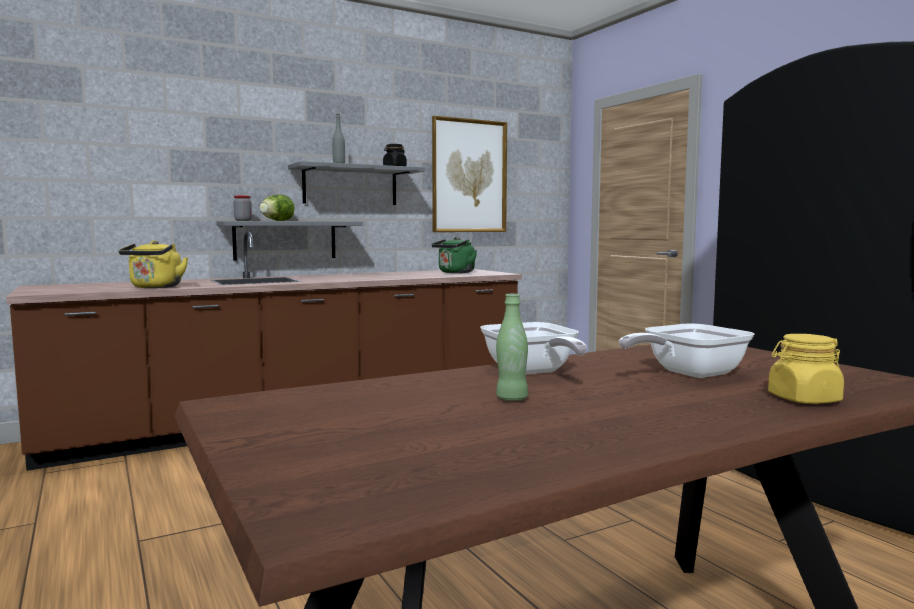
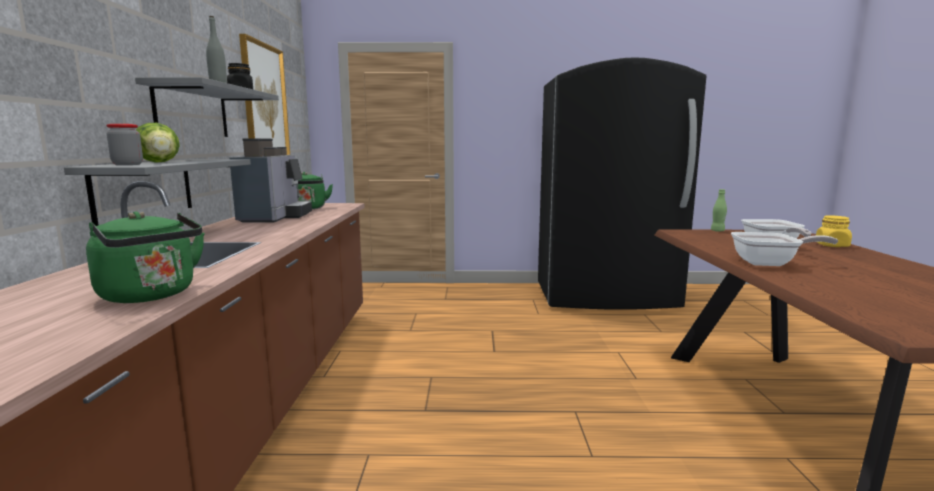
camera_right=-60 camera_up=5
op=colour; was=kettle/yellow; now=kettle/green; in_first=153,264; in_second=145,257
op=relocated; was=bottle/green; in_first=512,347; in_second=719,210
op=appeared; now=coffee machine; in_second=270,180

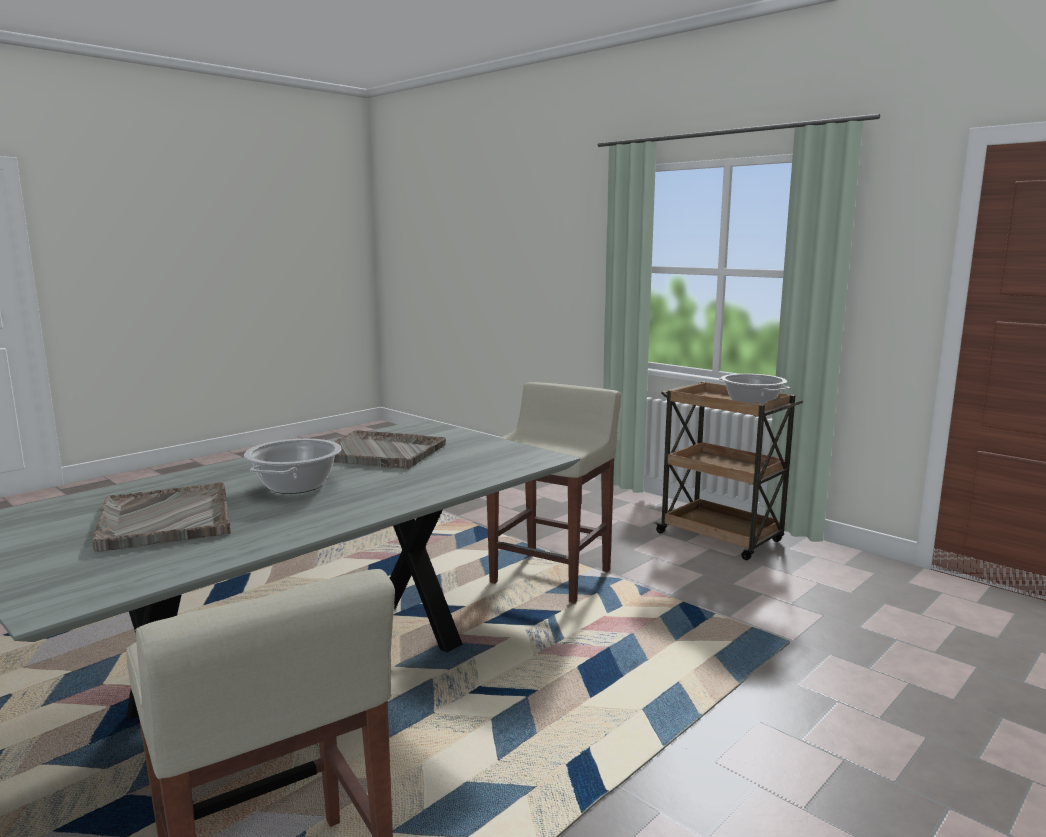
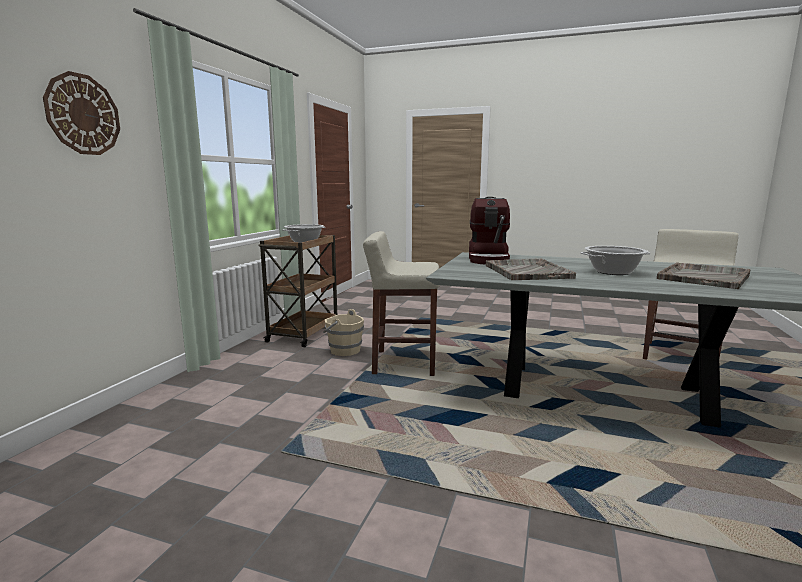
camera_right=-115 camera_up=0
op=appeared; now=wall clock; in_second=81,113
op=appeared; now=coffee machine; in_second=489,231
op=appeared; now=bucket/beige; in_second=343,332

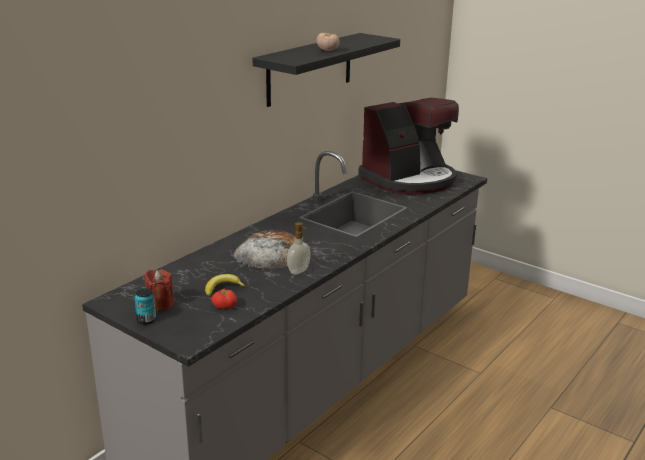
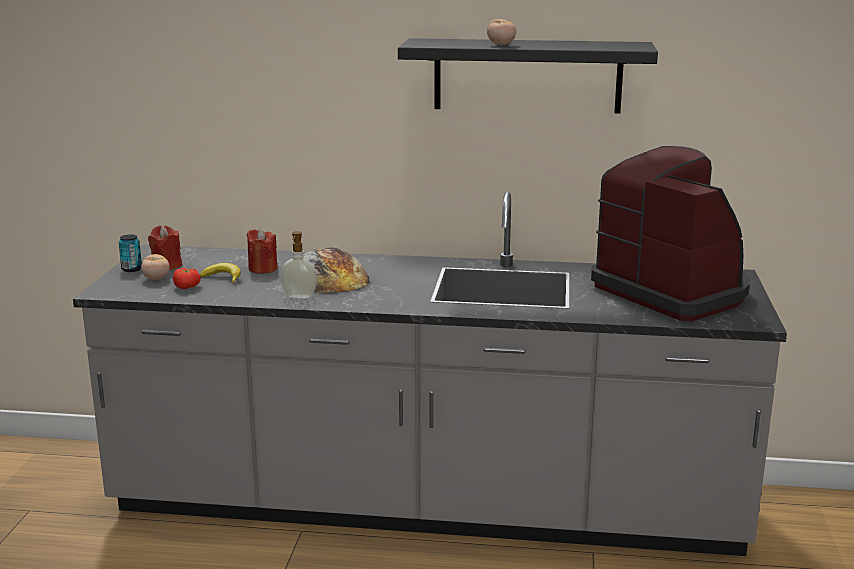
camera_right=60 camera_up=-5
op=spun; was=coffee machine; in_first=408,146; in_second=670,233; clockwise=-150
op=appeared; now=candle/red; in_second=262,251
op=appeared; now=tomato; in_second=155,267

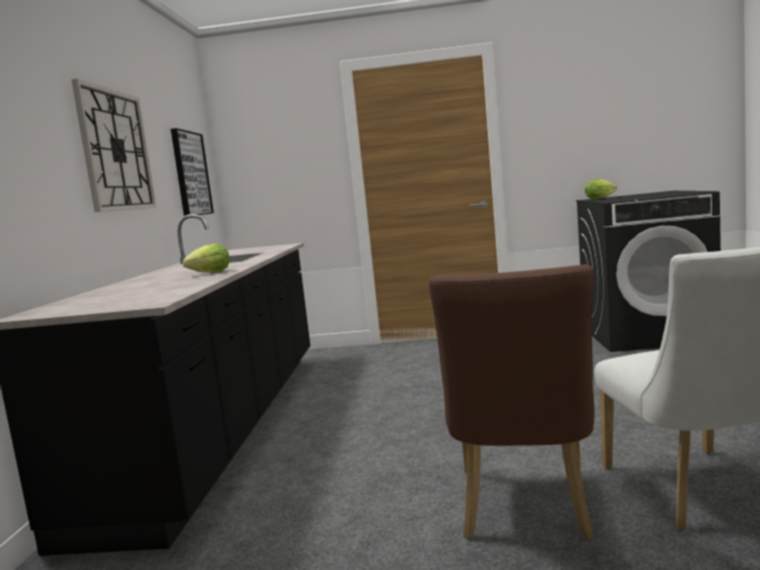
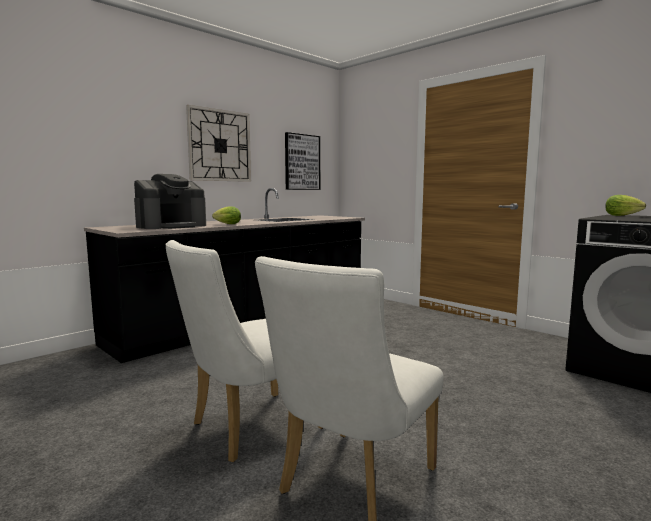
camera_right=40 camera_up=0
op=colour; was=chair/brown; now=chair/white; in_first=512,403; in_second=244,351
op=appeared; now=coffee machine; in_second=170,201

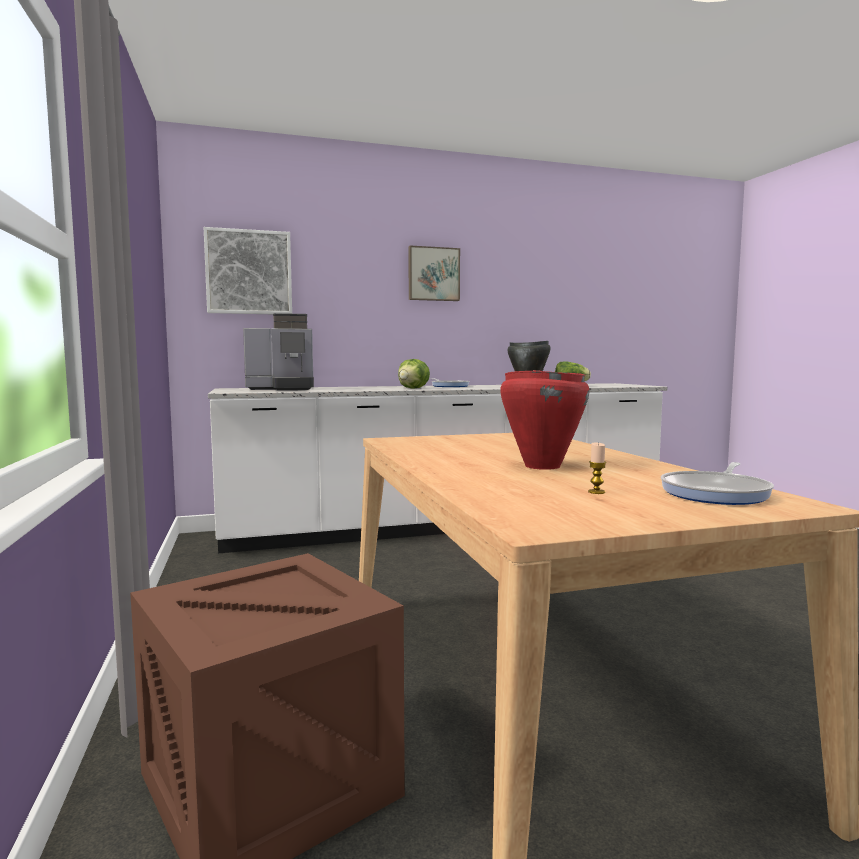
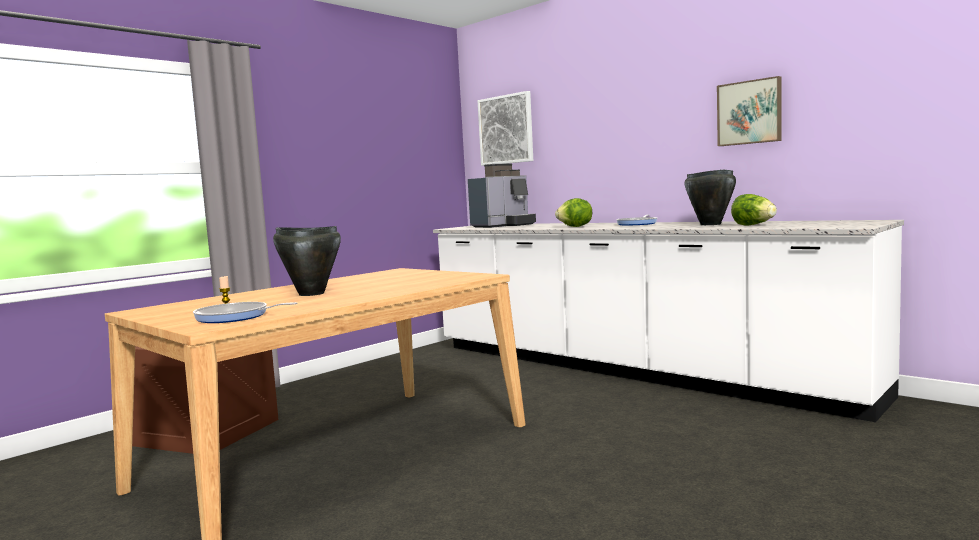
camera_right=60 camera_up=0
op=relocated; was=picture; in_first=434,273; in_second=749,111
op=spun; was=coffee machine; in_first=278,351; in_second=502,196; clockwise=-90
op=colour; was=cooking pot/red; now=cooking pot/black; in_first=544,420; in_second=307,261

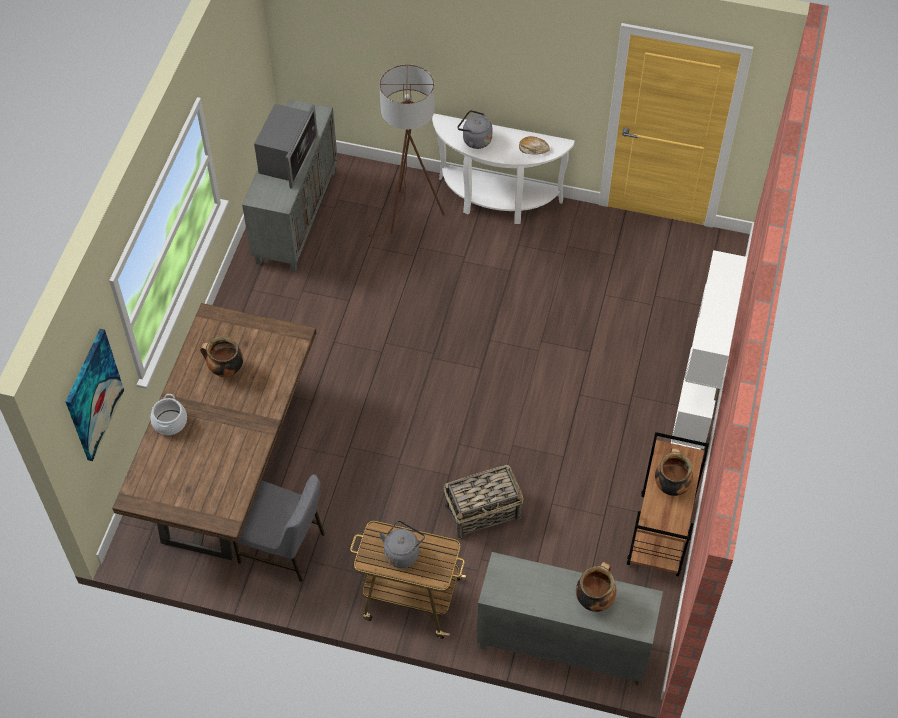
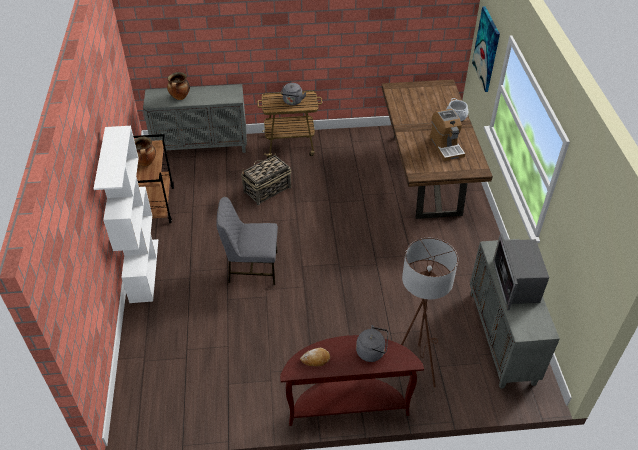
camera_right=160 camera_up=-10
op=colour; was=console table/white; now=console table/brown; in_first=503,169; in_second=352,380
op=exchanged; was=cooking pot; now=coffee machine; in_first=221,356; in_second=447,135
op=relocated; was=chair/grey; in_first=279,528; in_second=247,241

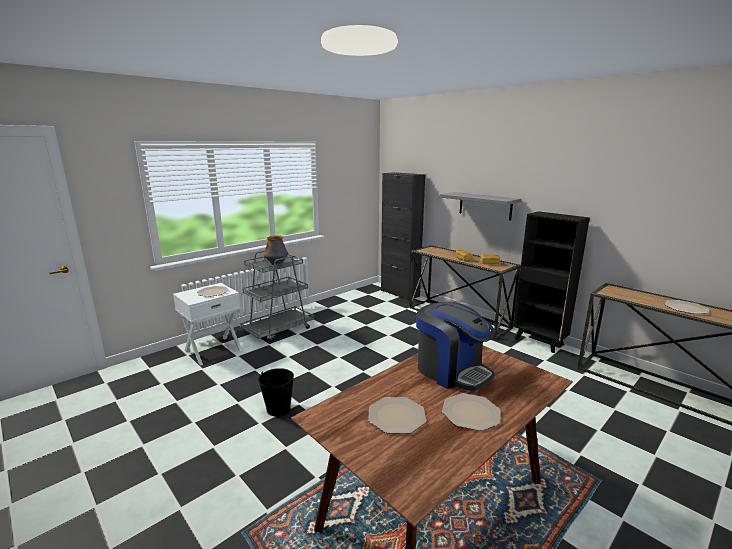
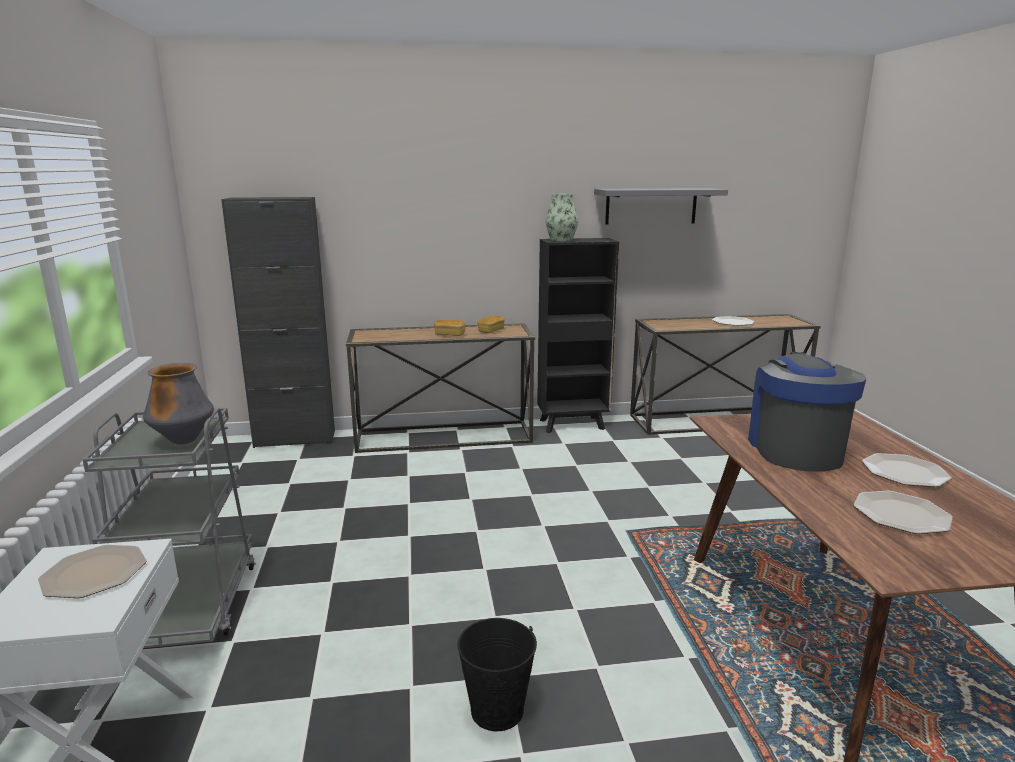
camera_right=-55 camera_up=0
op=relocated; was=shelf/grey; in_first=480,206; in_second=661,206
op=spun; was=coffee machine; in_first=455,346; in_second=807,412; clockwise=-75
op=appeared; now=vase; in_second=562,217

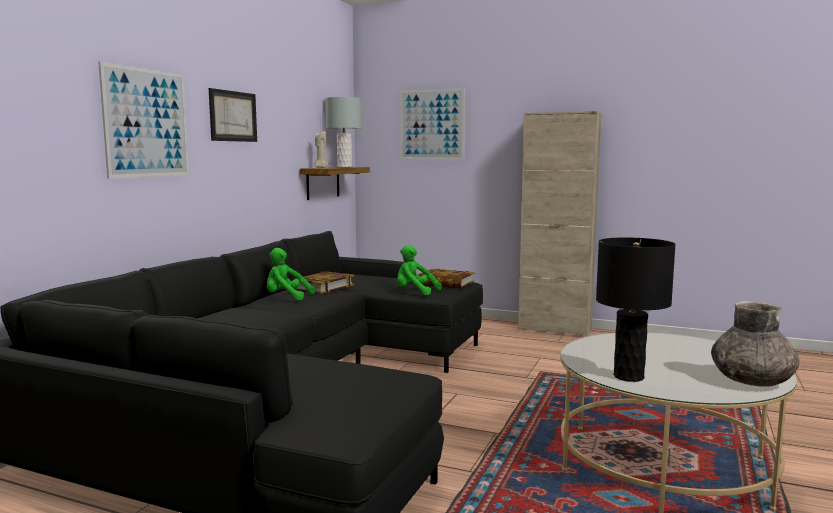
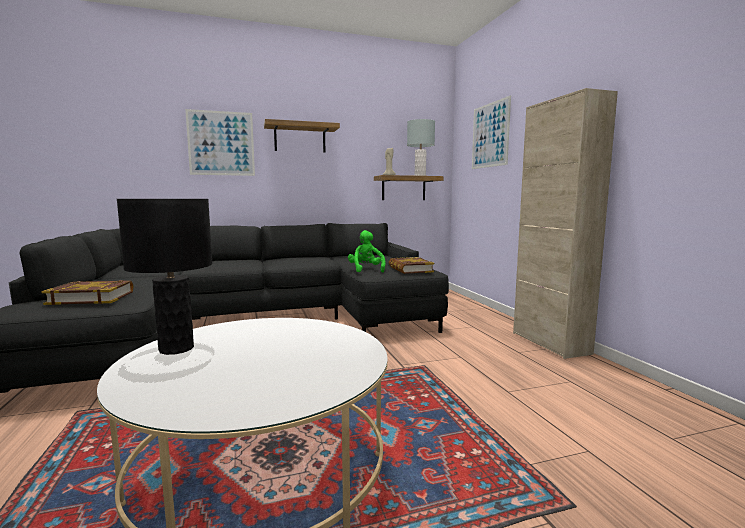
camera_right=50 camera_up=0
op=exchanged; was=picture; now=shelf; in_first=233,115; in_second=302,136
op=missing; was=plush toy/green; in_first=291,274
op=relocated; was=book; in_first=323,282; in_second=87,292
op=missing; was=vase/grey; in_first=755,344

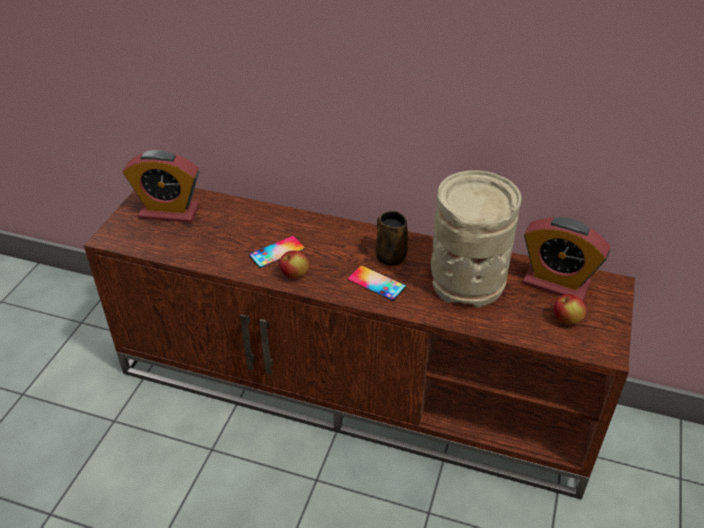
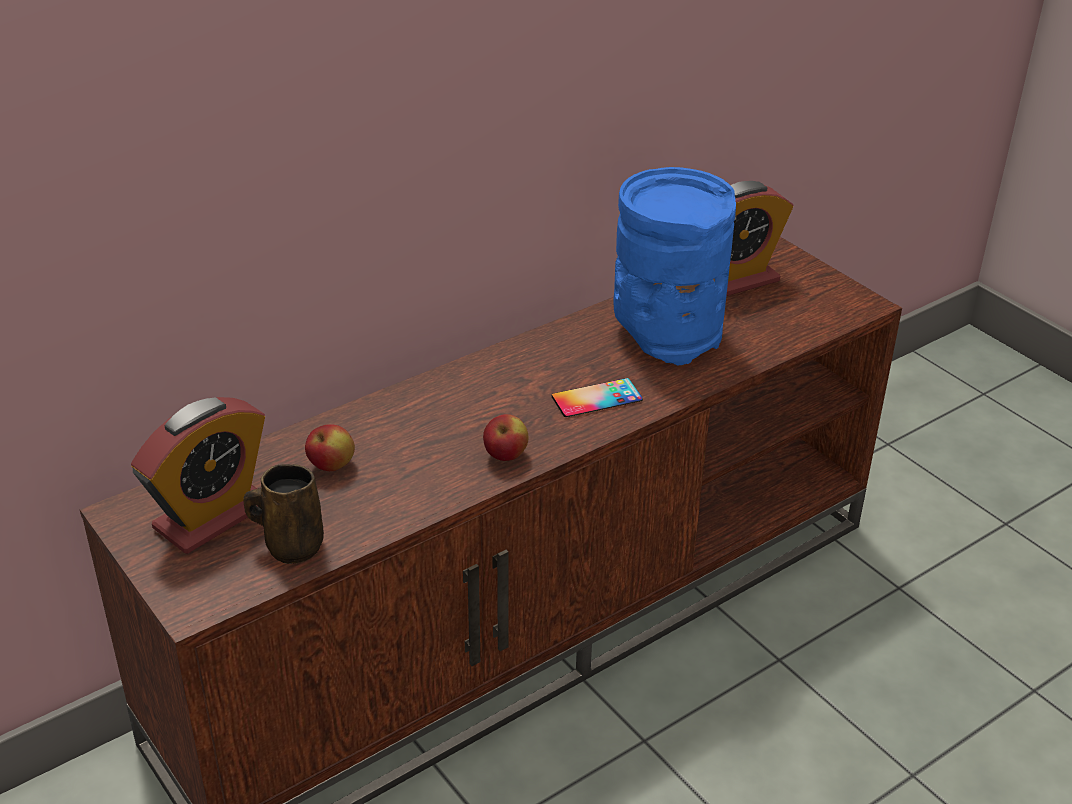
camera_right=-55 camera_up=-5
op=colour; was=vase/beige; now=vase/blue; in_first=476,239; in_second=675,266
op=relocated; was=mug/brown; in_first=391,238; in_second=283,514
op=missing; was=phone; in_first=277,252
op=relocated; was=apple; in_first=570,309; in_second=330,447

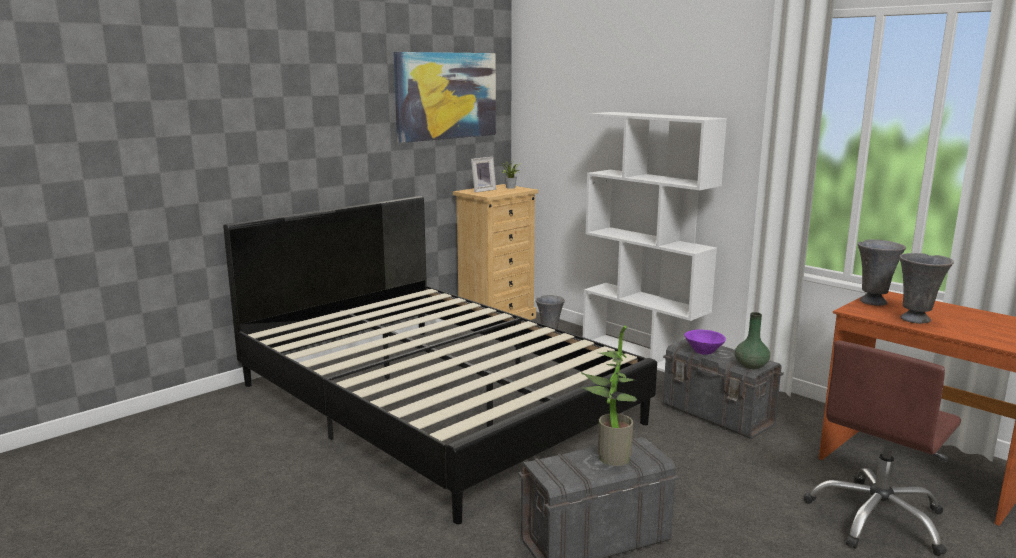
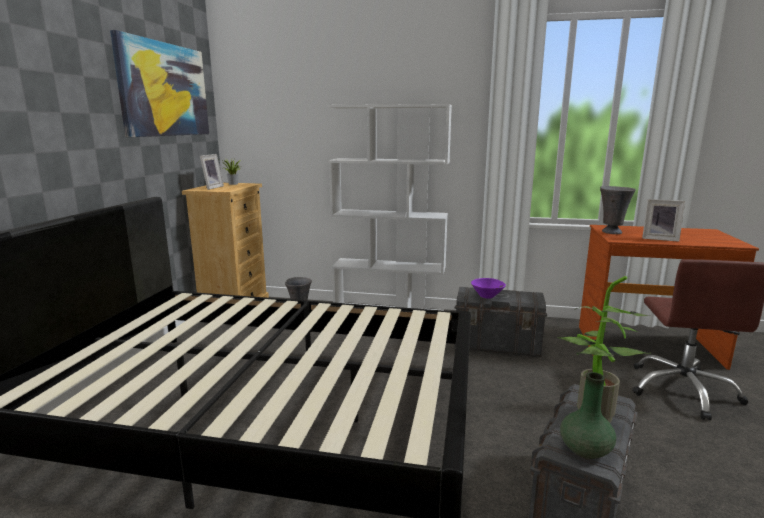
camera_right=-35 camera_up=0
op=exchanged; was=vase/grey; now=picture frame; in_first=926,288; in_second=663,220
op=relocated; was=vase/green; in_first=752,340; in_second=588,415

